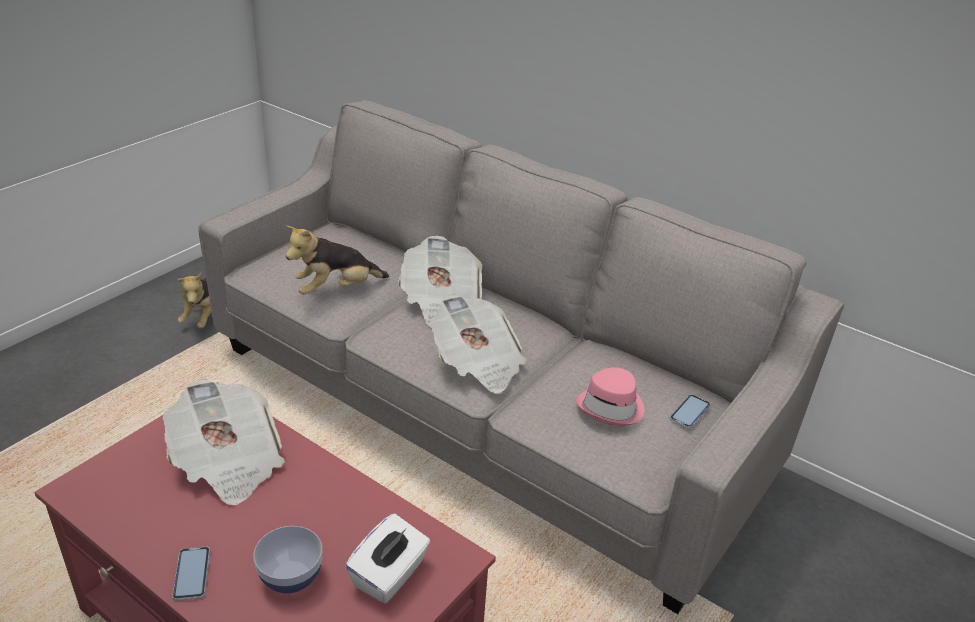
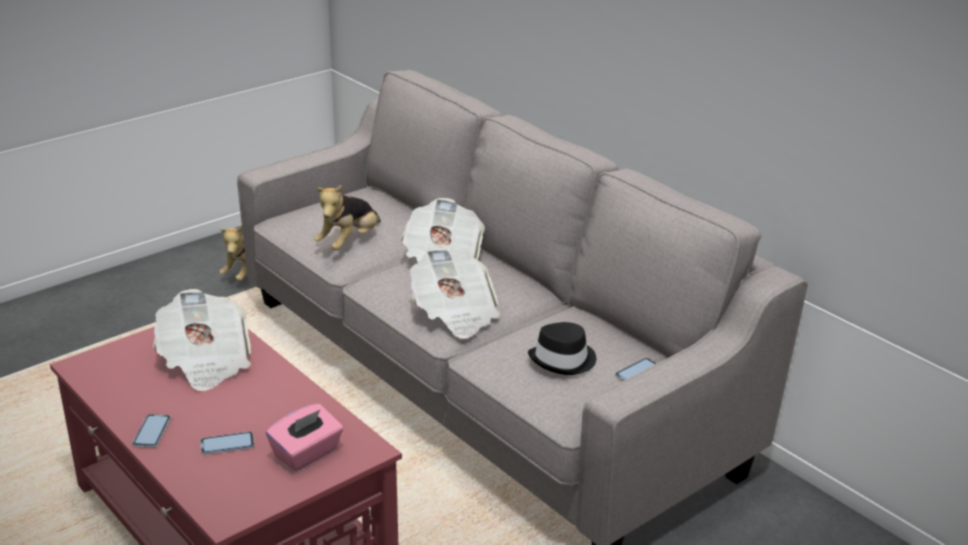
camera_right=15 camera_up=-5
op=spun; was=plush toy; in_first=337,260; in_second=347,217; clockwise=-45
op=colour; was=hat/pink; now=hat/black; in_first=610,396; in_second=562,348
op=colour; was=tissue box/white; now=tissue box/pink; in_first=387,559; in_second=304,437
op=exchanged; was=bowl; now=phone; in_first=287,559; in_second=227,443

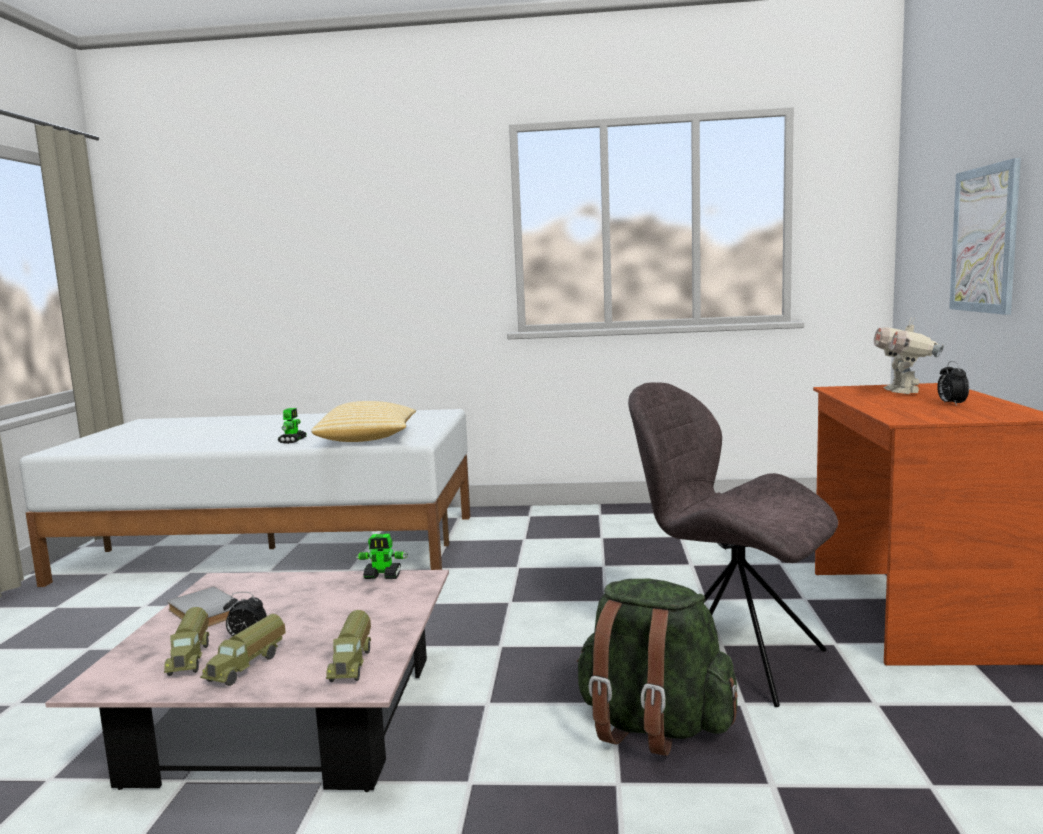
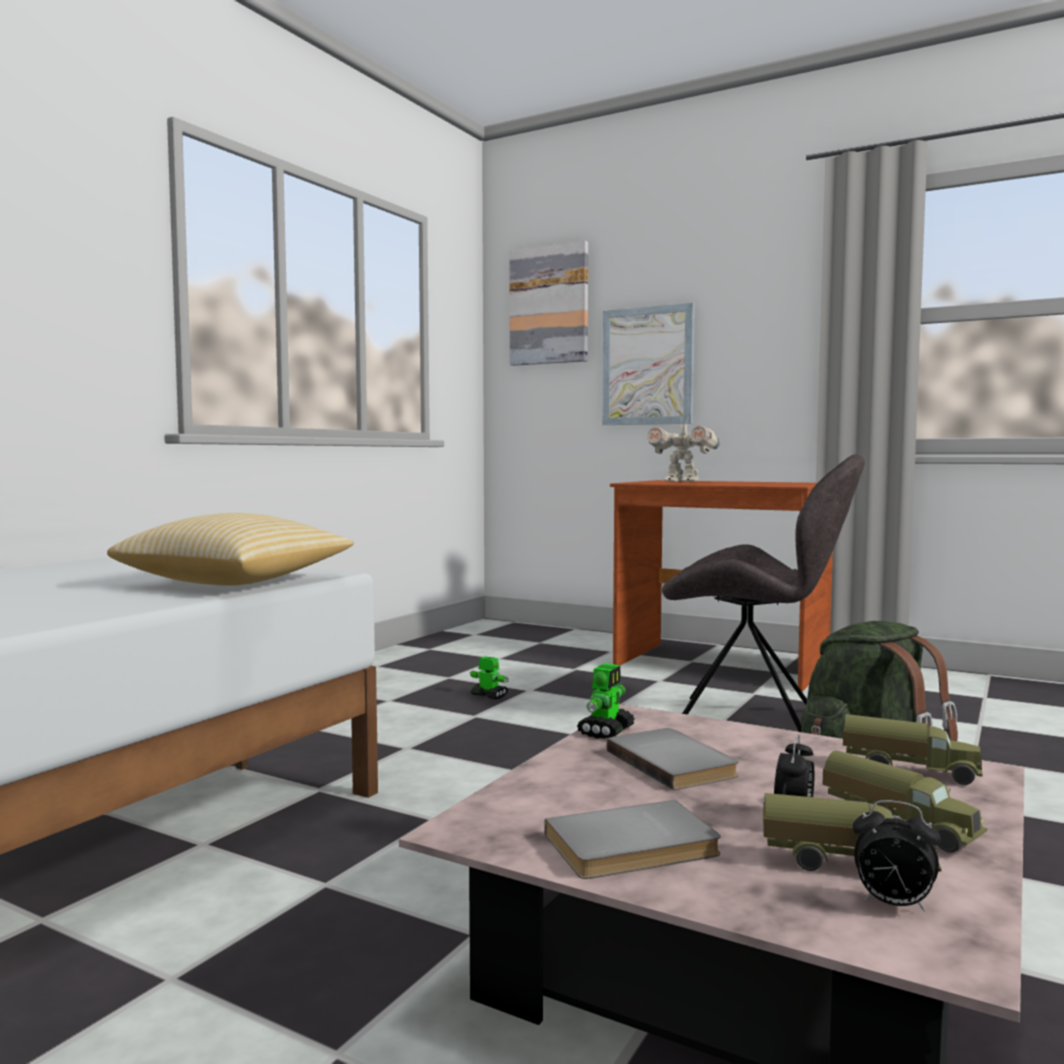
camera_right=-65 camera_up=-5
op=relocated; was=alarm clock; in_first=953,383; in_second=897,856
op=spun; was=chair/grey; in_first=733,544; in_second=763,593; clockwise=-135
op=relocated; was=toy robot; in_first=292,426; in_second=489,677
op=appeared; now=picture; in_second=548,303
op=appeared; now=book/grey; in_second=673,759

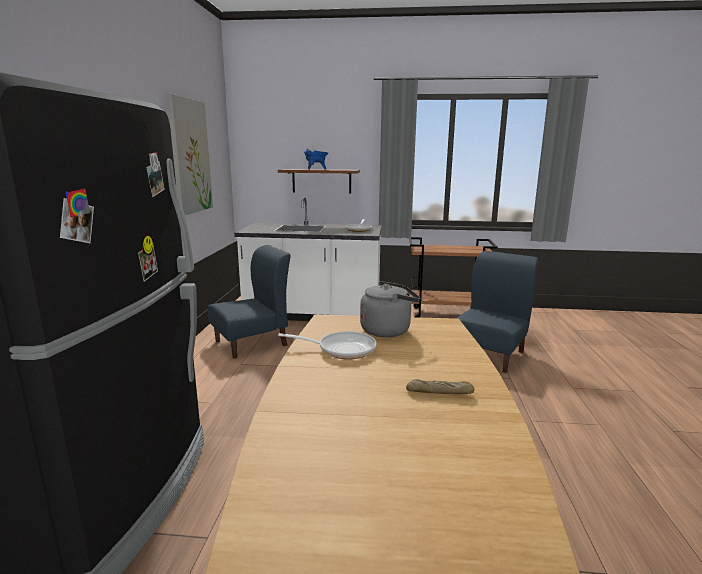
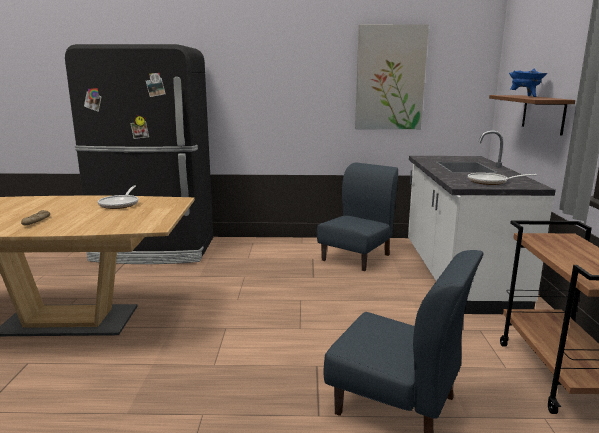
camera_right=85 camera_up=0
op=spun; was=chair/blue; in_first=249,302; in_second=357,216; clockwise=-105
op=missing; was=kettle/grey; in_first=390,309

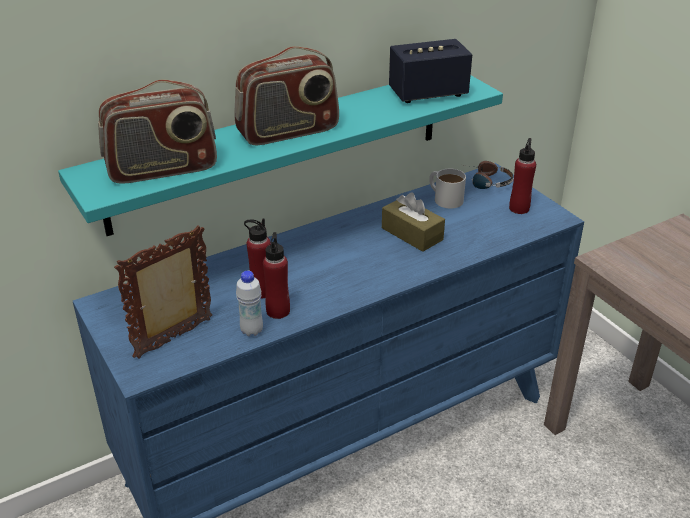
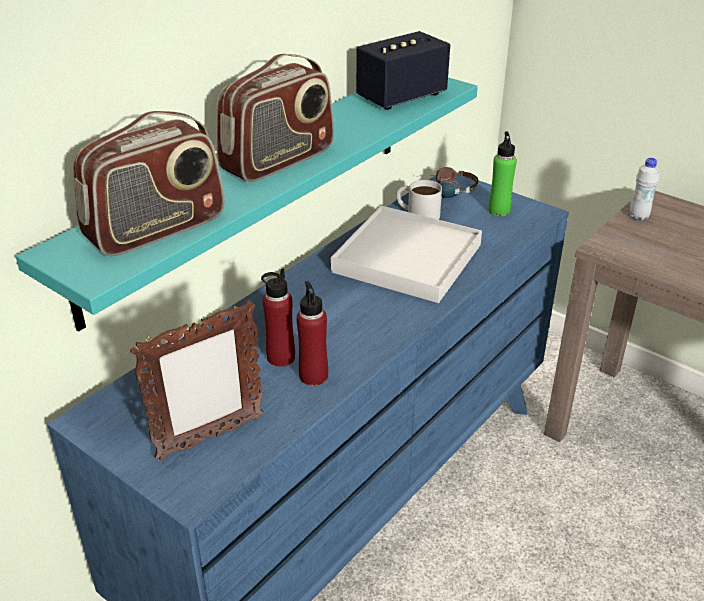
camera_right=-20 camera_up=0
op=colour; was=bottle/red; now=bottle/green; in_first=522,176; in_second=502,173
op=exchanged; was=tissue box/brown; now=tray/white; in_first=413,222; in_second=406,254
op=spun; was=picture frame; in_first=163,292; in_second=197,380; clockwise=-150
op=relocated; was=bottle/white; in_first=249,304; in_second=645,189

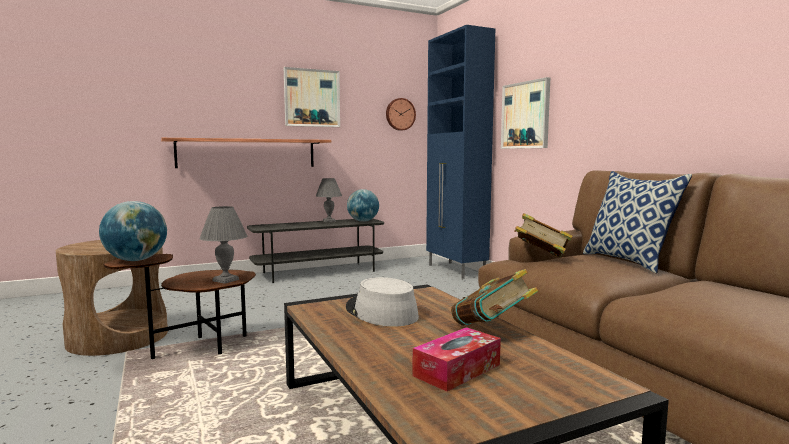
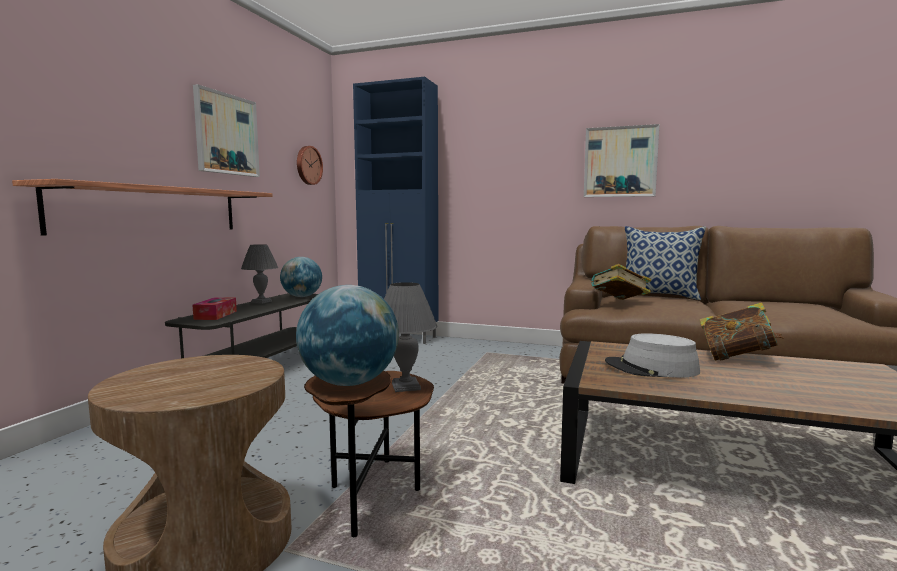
camera_right=-45 camera_up=0
op=relocated; was=picture; in_first=525,113; in_second=622,160
op=relocated; was=tissue box; in_first=457,359; in_second=214,308

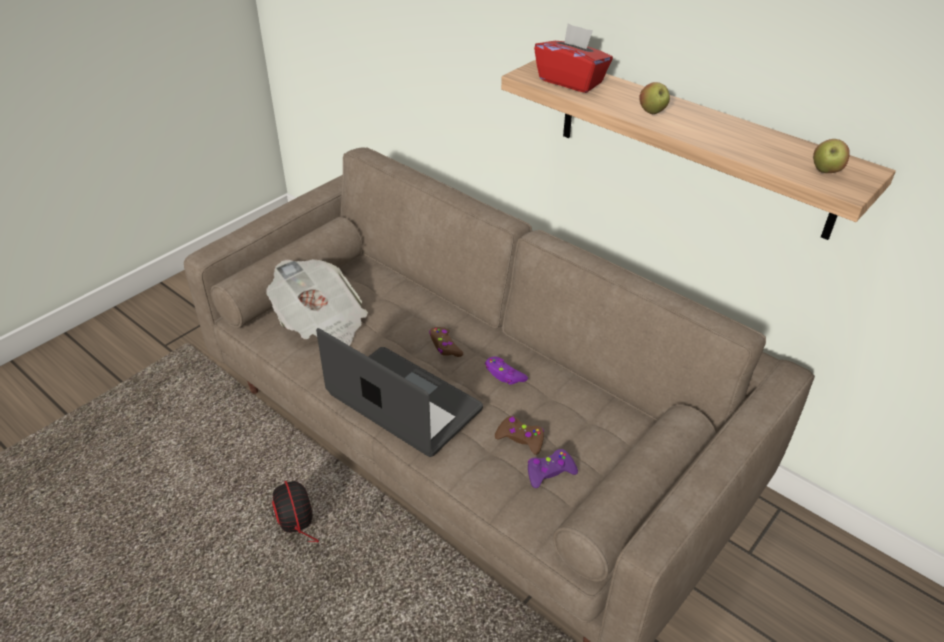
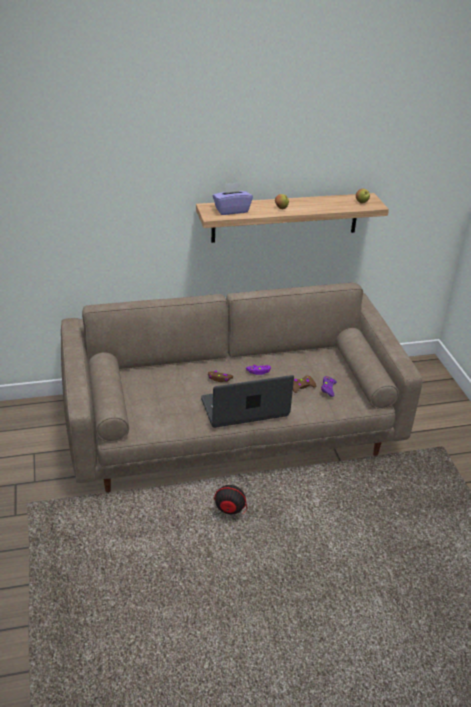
camera_right=-55 camera_up=-5
op=colour; was=tissue box/red; now=tissue box/purple; in_first=573,58; in_second=233,198
op=missing; was=newspaper; in_first=317,302

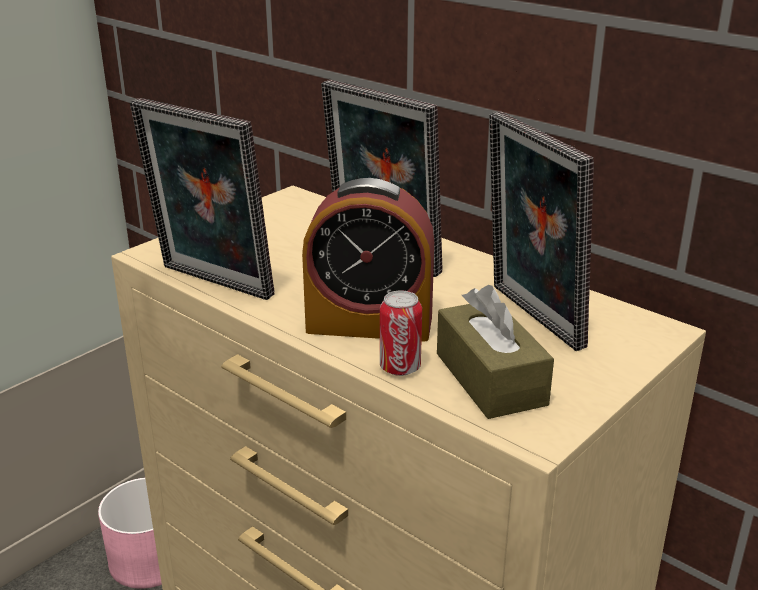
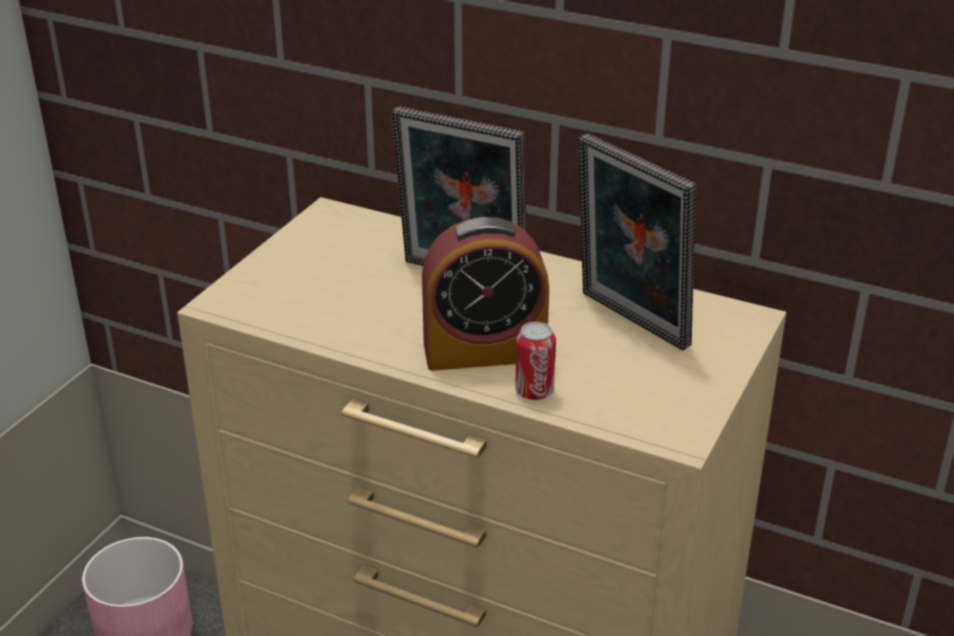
camera_right=-15 camera_up=5
op=missing; was=picture frame; in_first=202,199
op=missing; was=tissue box/brown; in_first=495,352

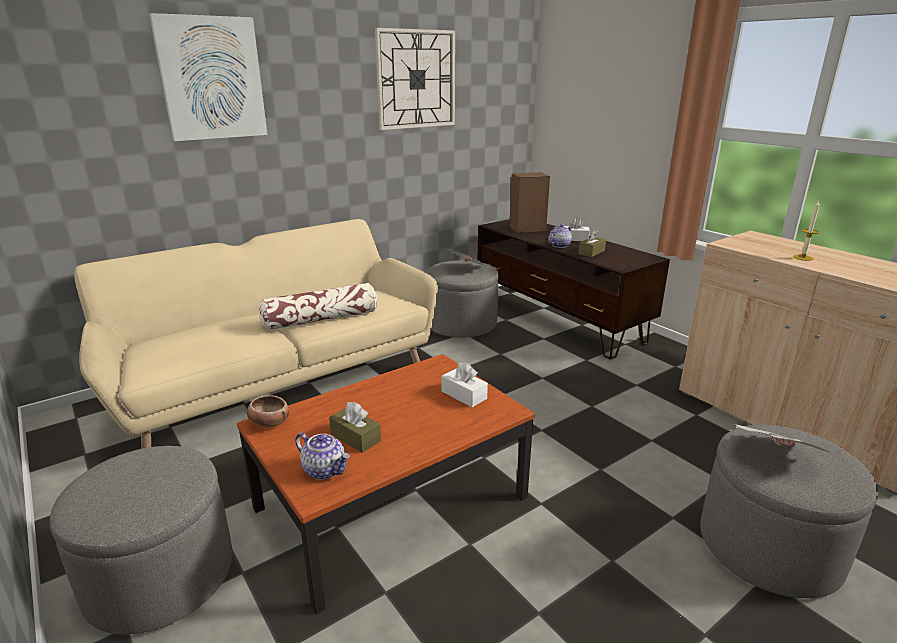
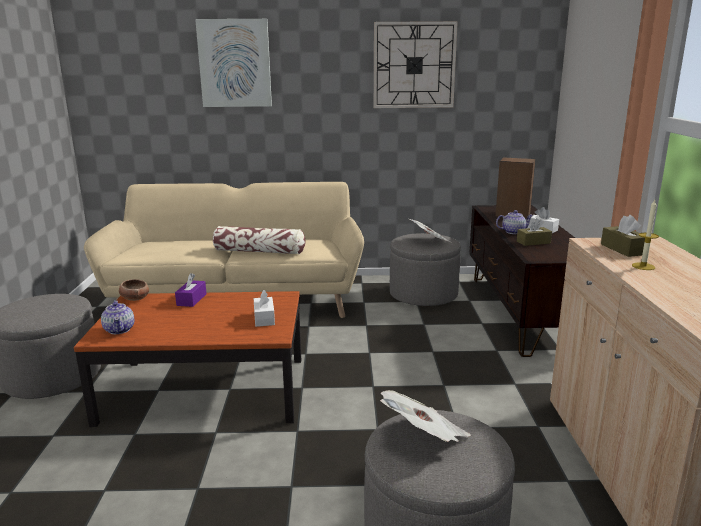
camera_right=35 camera_up=-5
op=relocated; was=tissue box/brown; in_first=355,427; in_second=623,236
op=appeared; now=tissue box/purple; in_second=191,290

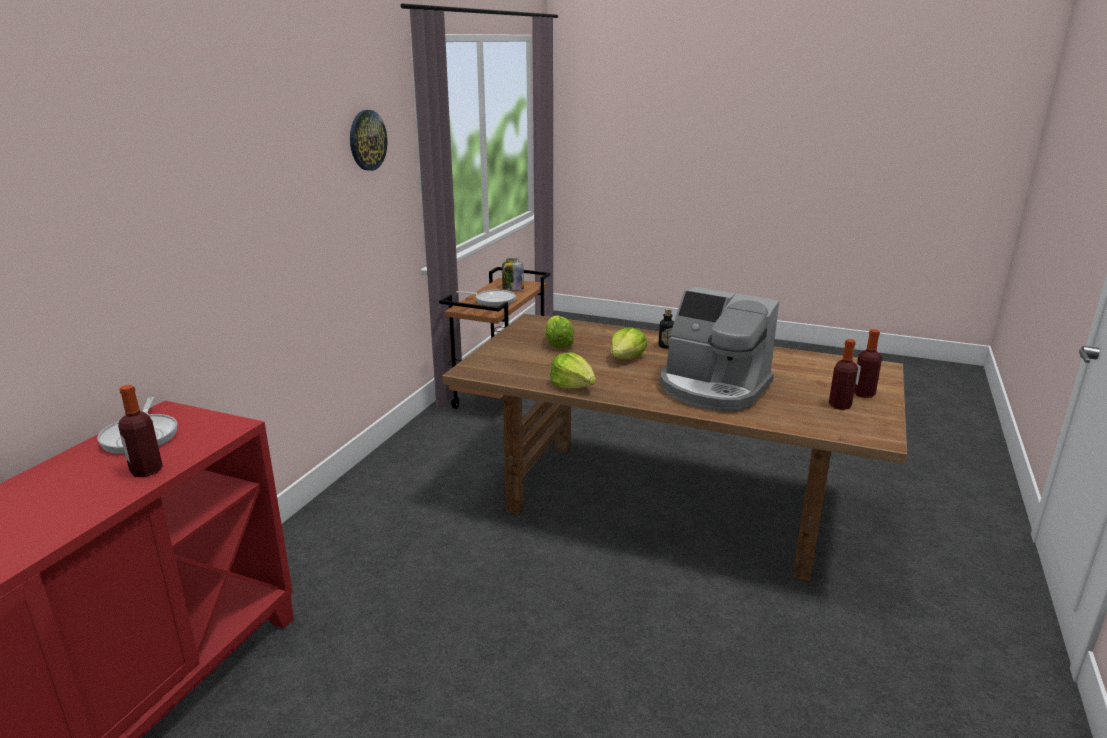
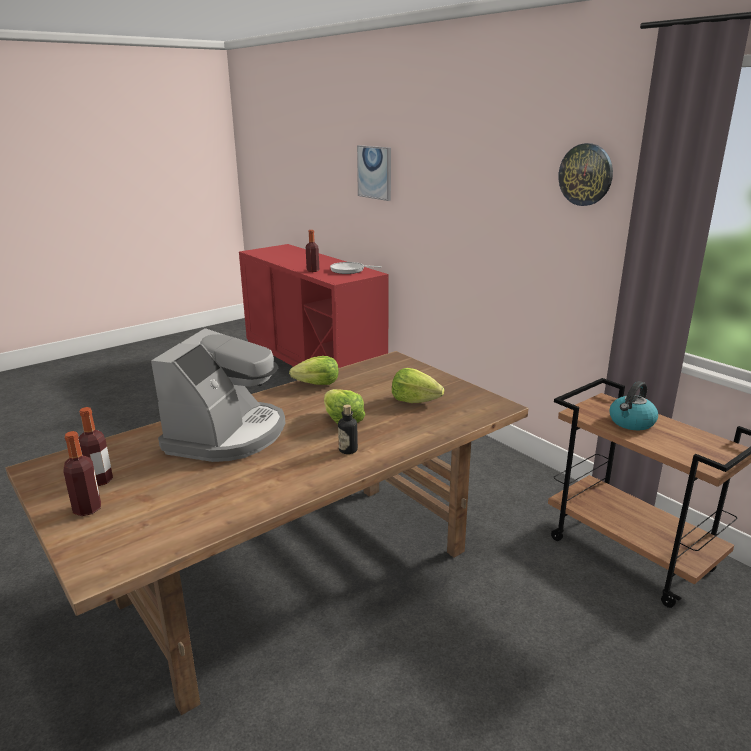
camera_right=120 camera_up=0
op=missing; was=jar; in_first=513,274
op=spun; was=coffee machine; in_first=719,349; in_second=218,395; clockwise=135
op=exchanged; was=frying pan; now=kettle; in_first=486,298; in_second=633,405
op=appeared; now=picture; in_second=374,173

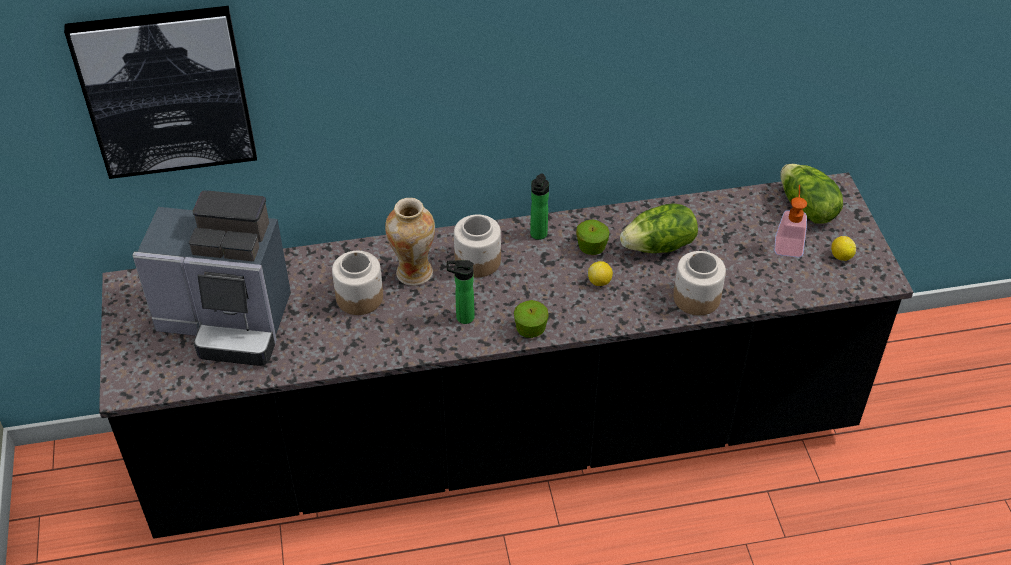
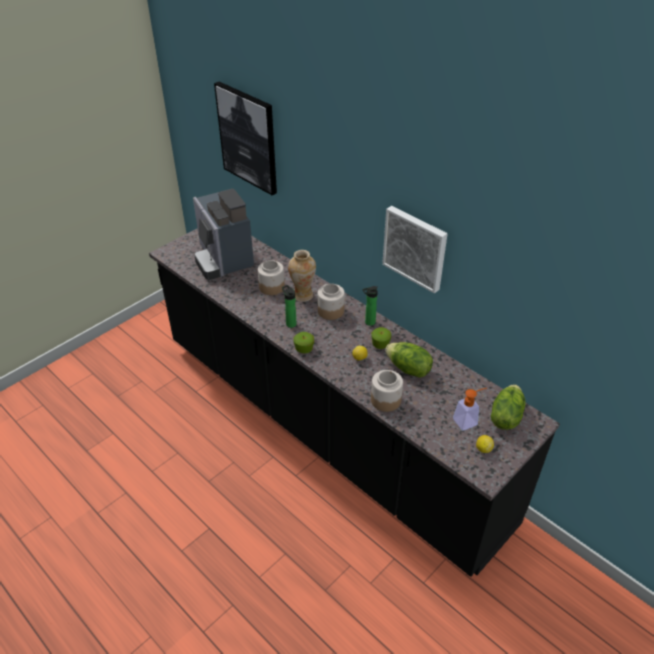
camera_right=55 camera_up=-5
op=appeared; now=picture; in_second=415,249

